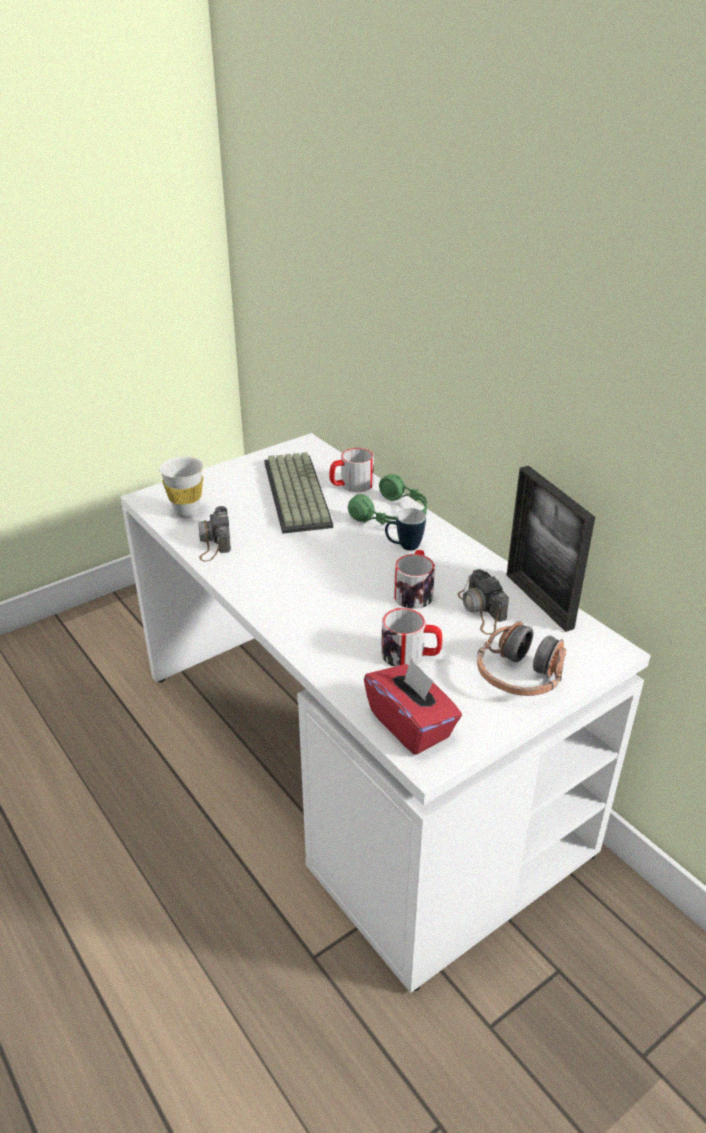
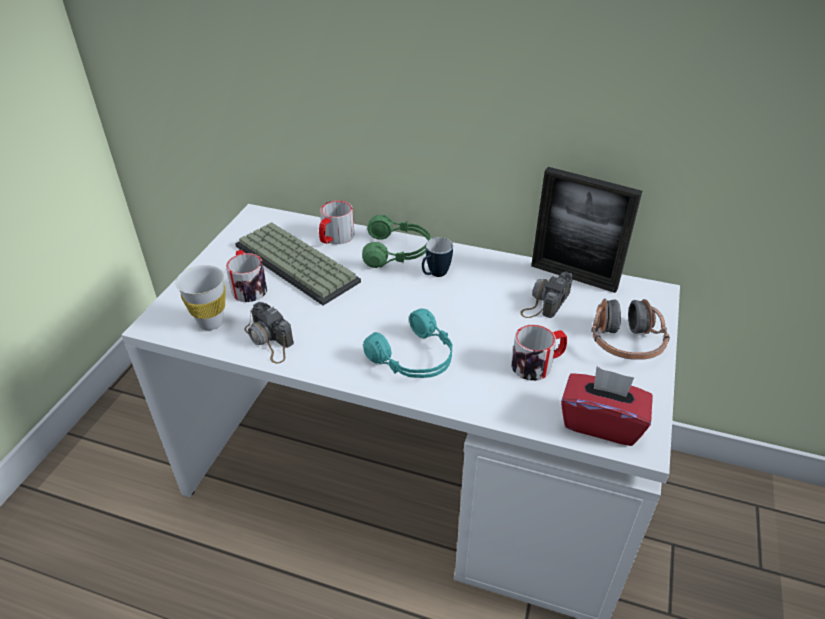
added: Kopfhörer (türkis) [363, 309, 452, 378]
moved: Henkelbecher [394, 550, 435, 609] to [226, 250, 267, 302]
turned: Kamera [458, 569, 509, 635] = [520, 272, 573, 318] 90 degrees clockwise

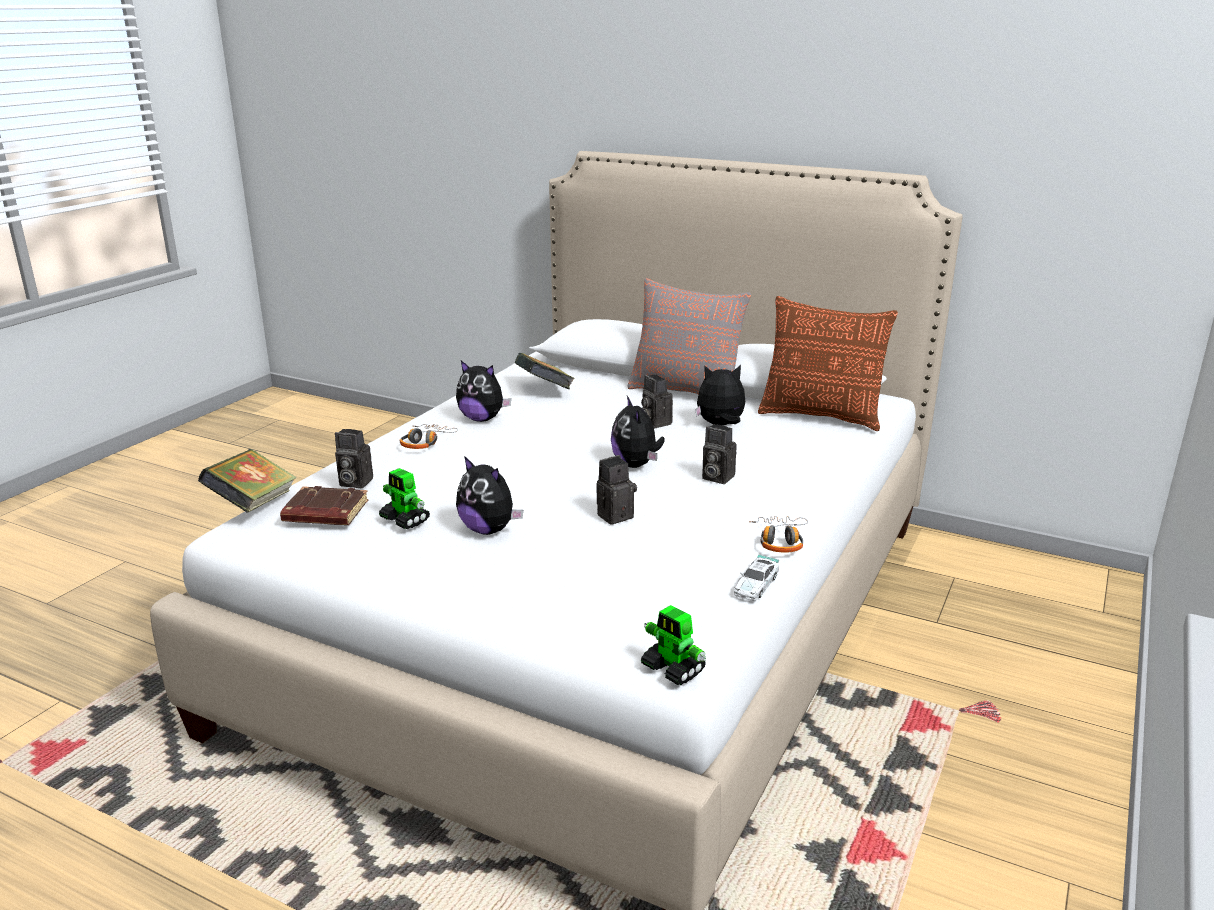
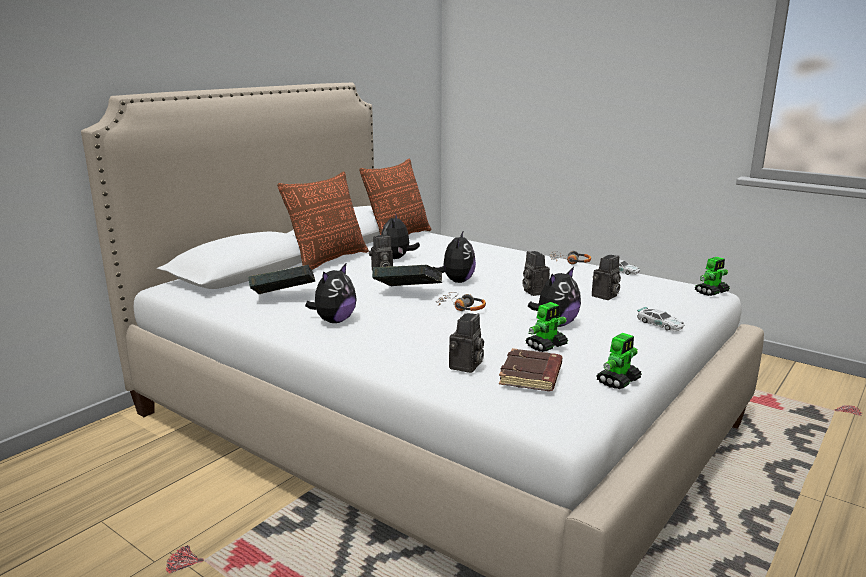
added: Spielzeugroboter [596, 333, 642, 389]; Spielzeugauto [637, 307, 685, 332]
moved: Buch [198, 449, 297, 513] to [372, 265, 442, 286]; Kopfhörer [400, 424, 458, 449] to [436, 292, 486, 311]; Kamera [702, 424, 737, 484] to [592, 255, 621, 300]
recoloured: Kissen (grau) [627, 278, 751, 395] to Kissen (braun) [277, 171, 369, 270]
turned: Plüschtier [611, 396, 665, 468] = [433, 230, 476, 283] 75 degrees counterclockwise

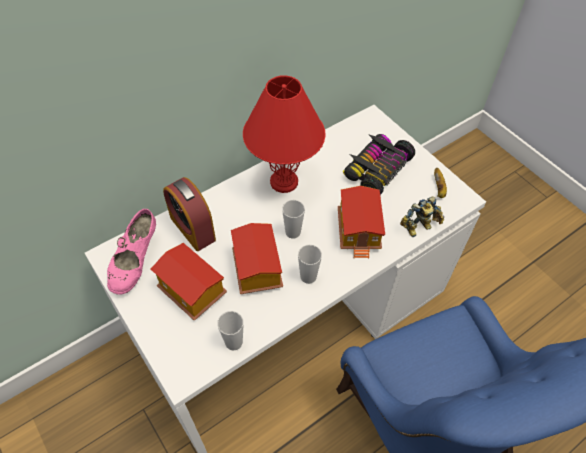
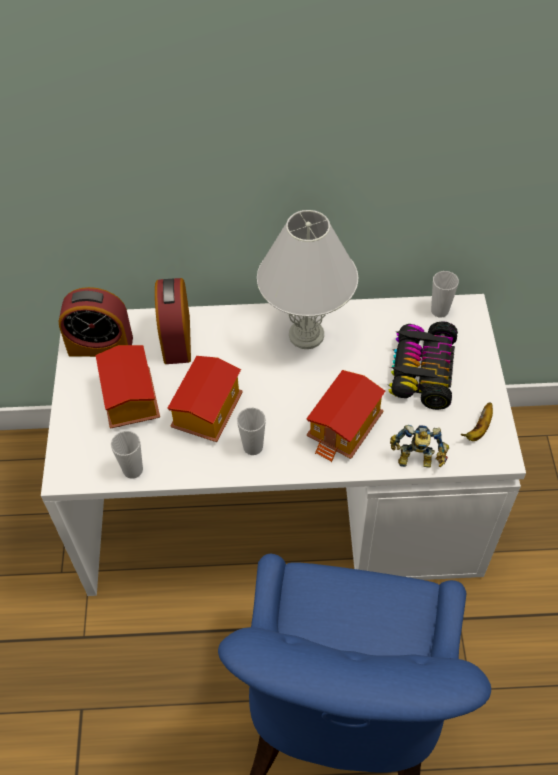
moved: Tasse [282, 200, 305, 239] to [431, 271, 459, 318]
replaced: Schuh (rosa) [107, 209, 156, 295] to Wecker [59, 287, 133, 357]
recoloured: Tischlampe (rot) [243, 75, 326, 193] to Tischlampe (weiß) [257, 210, 358, 349]
turned: Spielzeugauto [343, 134, 415, 195] = [389, 321, 458, 410] 60 degrees counterclockwise

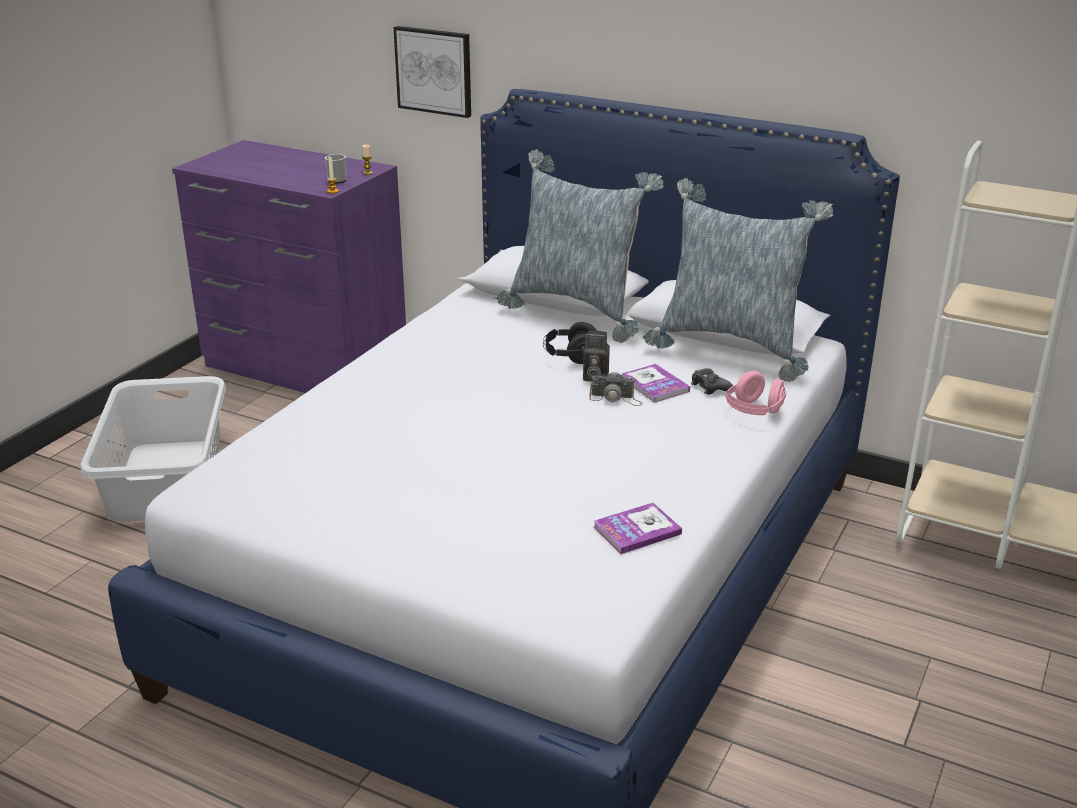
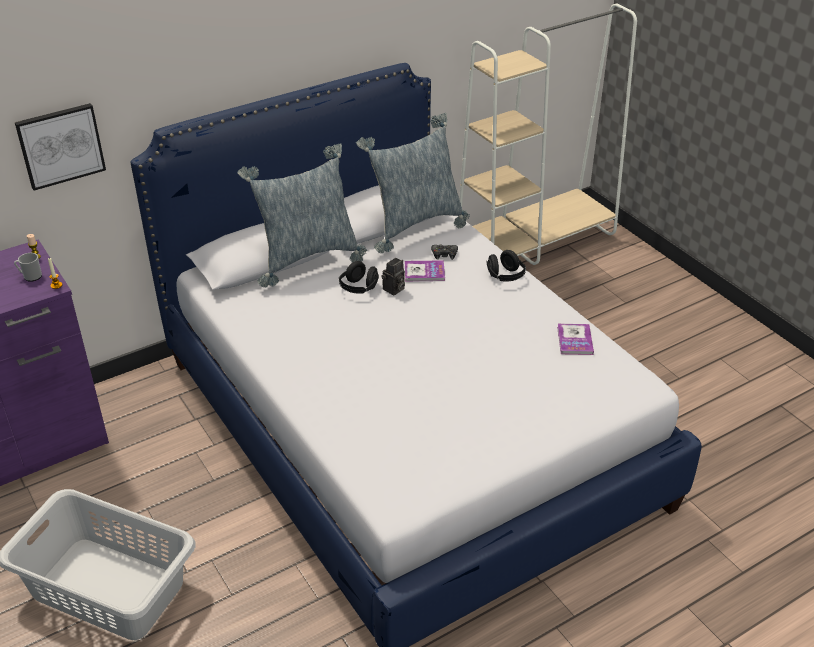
removed: Kamera [589, 371, 642, 406]; Kopfhörer (rosa) [726, 371, 786, 415]
added: Kopfhörer (schwarz) [486, 250, 526, 281]

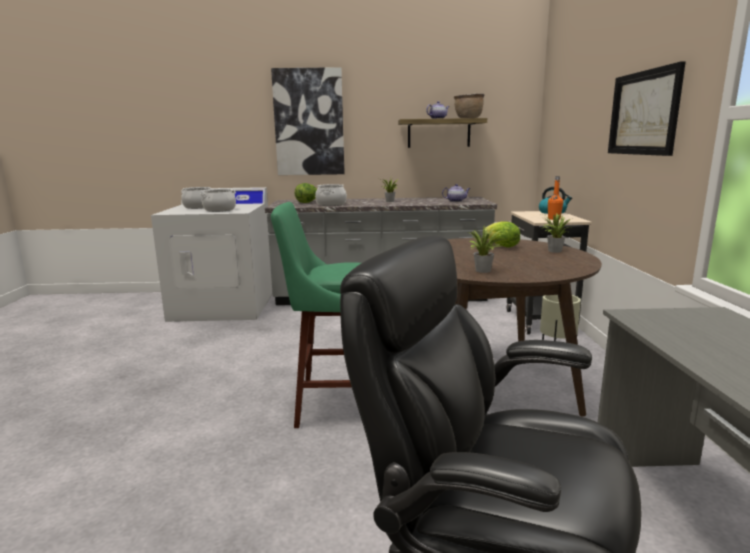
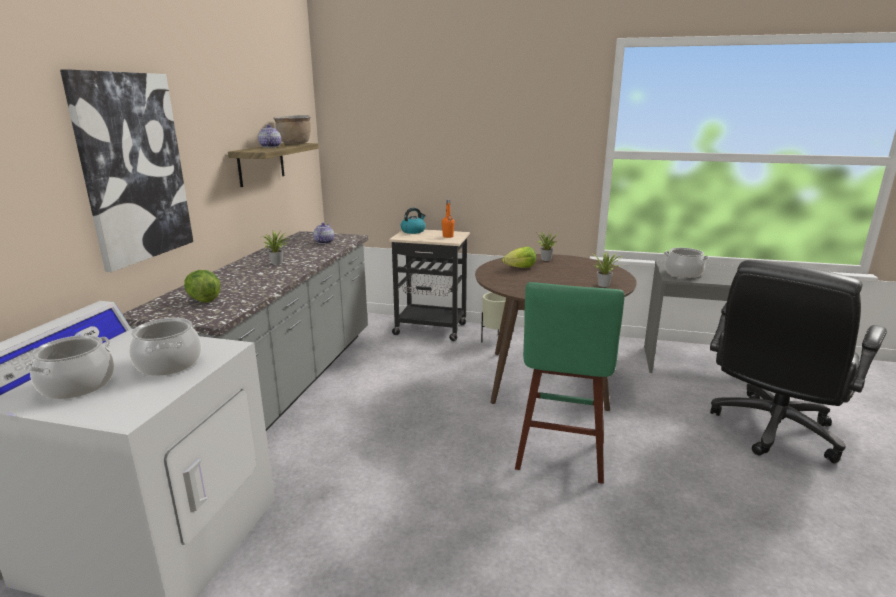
removed: Bild [608, 61, 686, 156]
moved: Kochtopf [315, 184, 347, 206] to [664, 248, 709, 278]

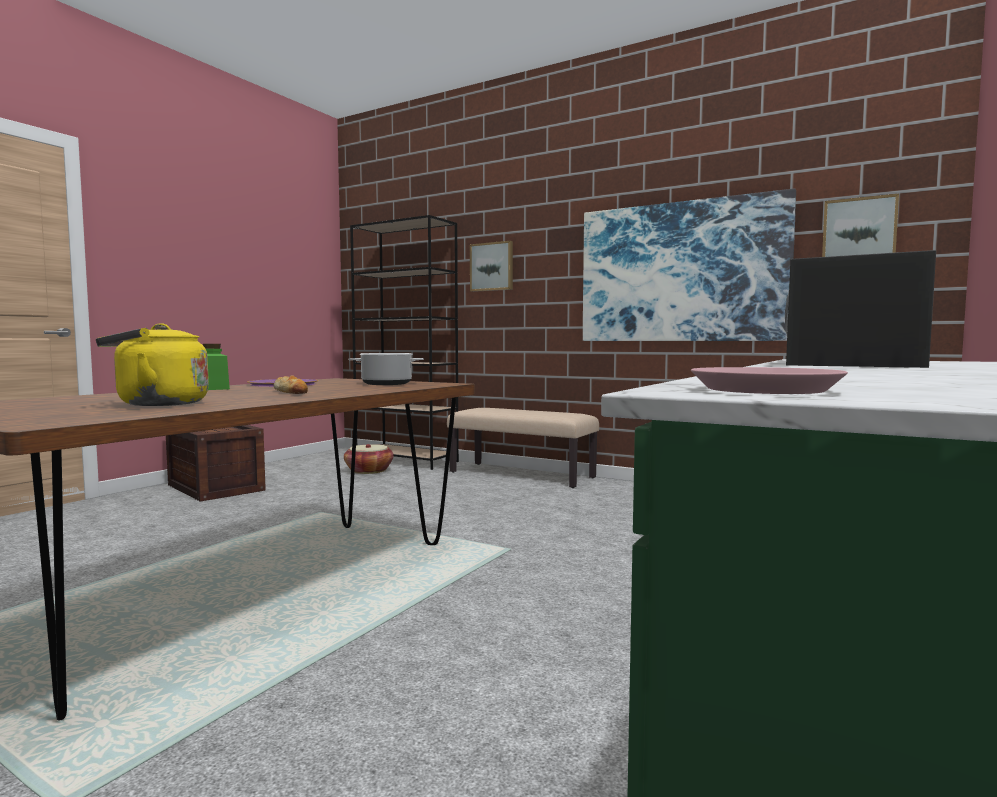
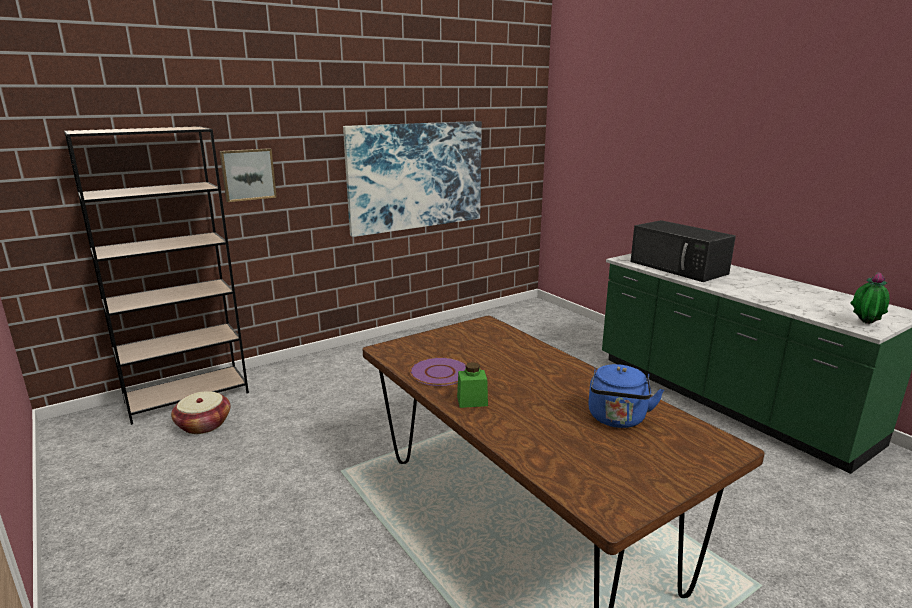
removed: Kiste [166, 425, 266, 502]; Brot [274, 375, 308, 394]; Kochtopf [349, 353, 424, 385]; Bank (beige) [447, 408, 599, 488]; Bild [822, 194, 899, 257]
replaced: Teller (rosa) [691, 367, 848, 394] to Topfpflanze [850, 272, 889, 324]
recoloured: Wasserkessel (gelb) [96, 323, 209, 406] to Wasserkessel (blau) [588, 364, 664, 428]

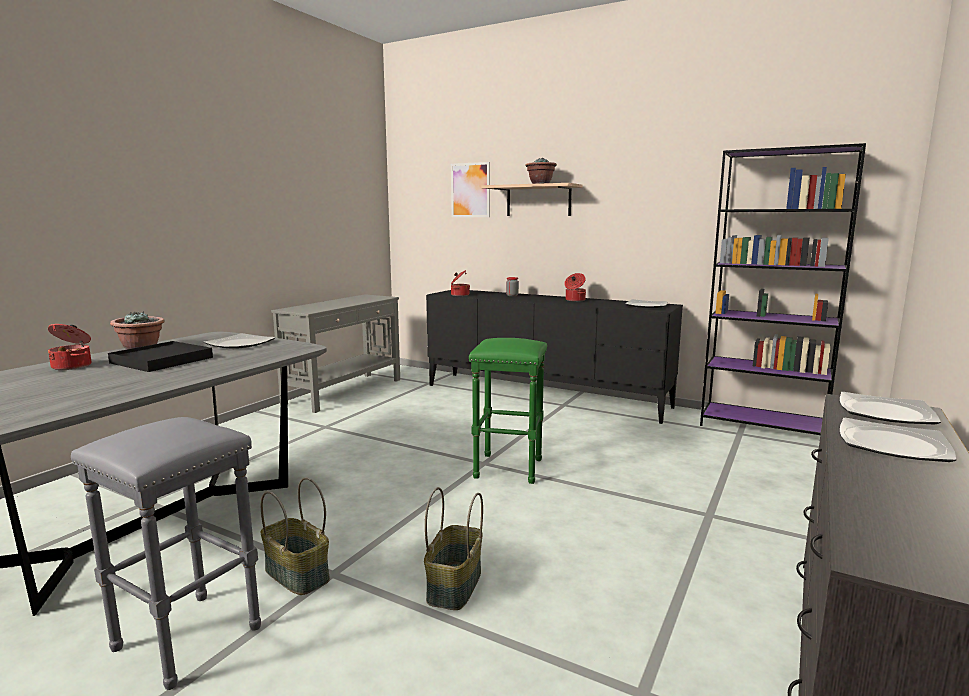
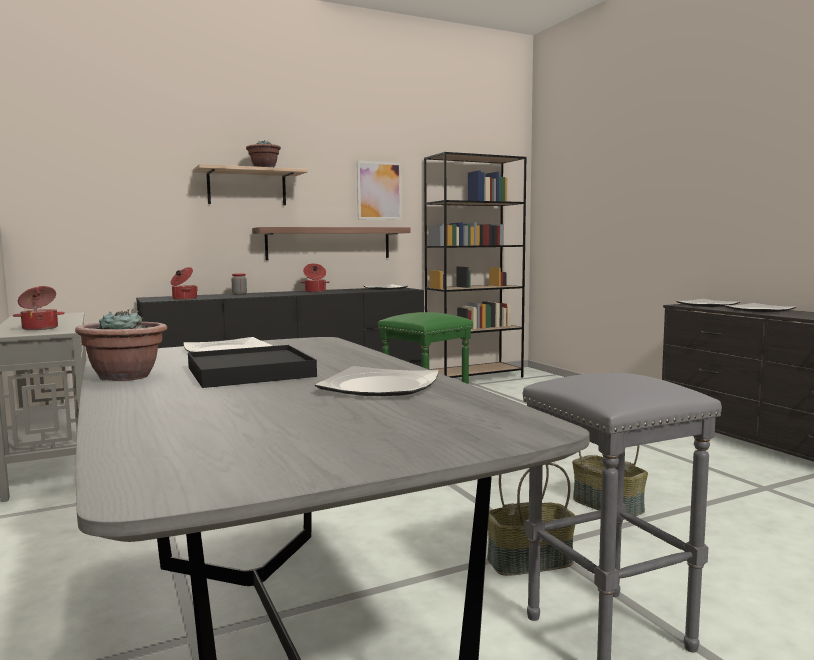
added: Wandregal [252, 227, 410, 260]; Teller [315, 366, 439, 396]
moved: Kochtopf [48, 324, 91, 370] to [13, 286, 65, 330]; Bild [451, 162, 490, 217] to [357, 161, 402, 220]
recoloured: Bücherregal (lila) [700, 143, 866, 435] to Bücherregal (beige) [424, 152, 526, 378]

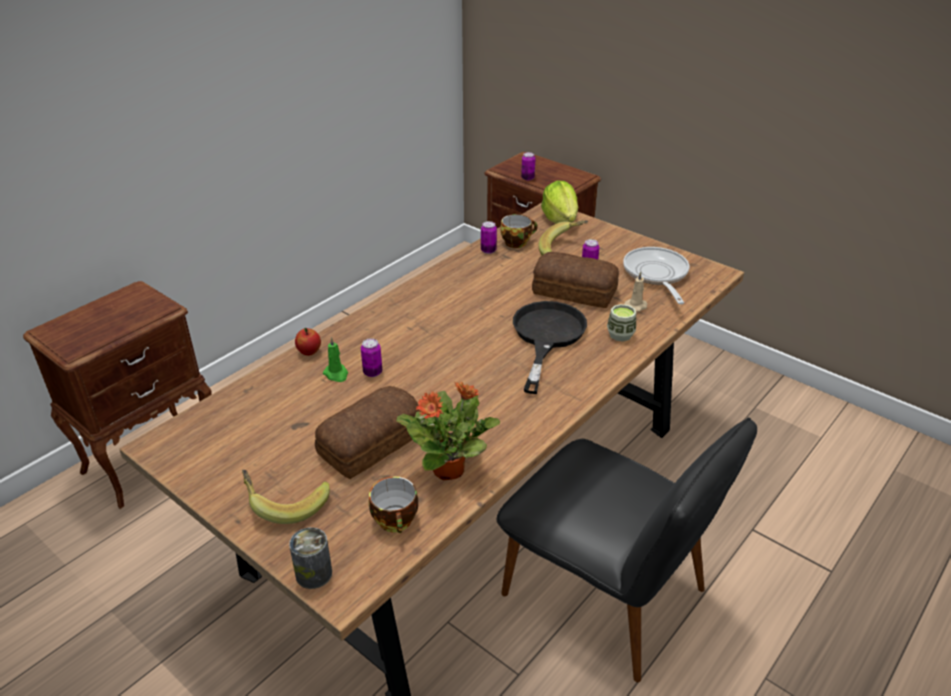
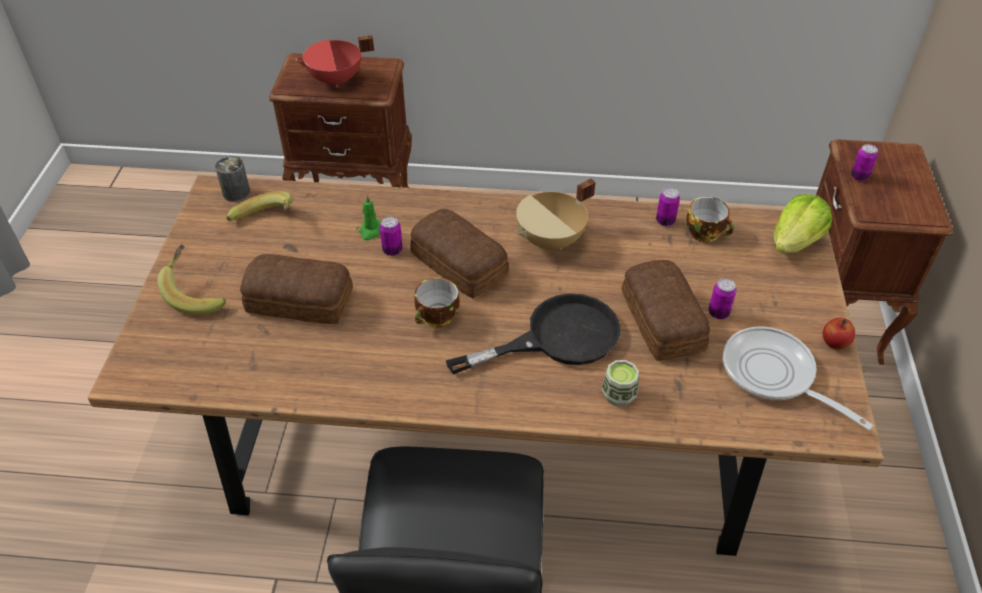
removed: Topfpflanze [396, 381, 500, 480]; Kerze (beige) [624, 272, 647, 312]
added: Kochtopf (rot) [295, 35, 374, 88]; Brot [410, 209, 509, 299]; Kochtopf (beige) [516, 179, 595, 250]
moved: Dose [289, 527, 332, 589] to [215, 156, 250, 202]; Apfel [295, 327, 321, 356] to [823, 318, 855, 349]; Tasse [369, 477, 418, 533] to [414, 277, 459, 328]; Banane [539, 220, 588, 255] to [226, 191, 293, 221]
turned: Pfanne [623, 247, 689, 304] = [723, 327, 873, 430] 90 degrees counterclockwise

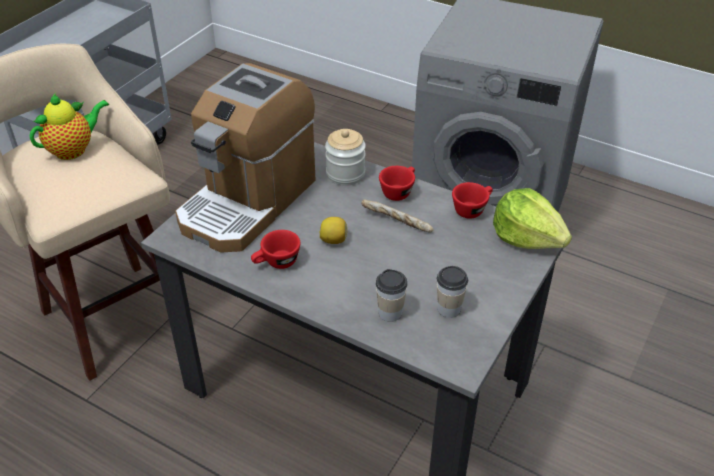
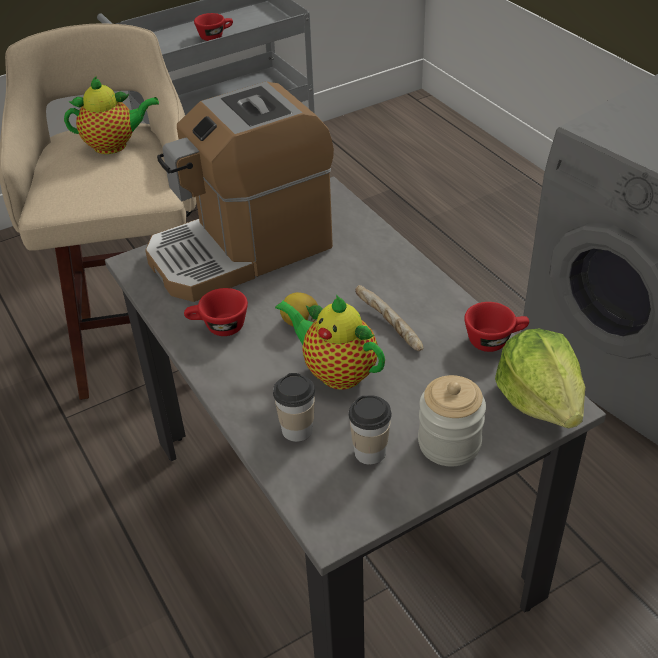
added: Teekanne [275, 294, 385, 390]
moved: Vorratsglas [325, 129, 366, 186] to [418, 375, 486, 466]; Tasse (rot) [379, 166, 415, 201] to [194, 13, 233, 41]

